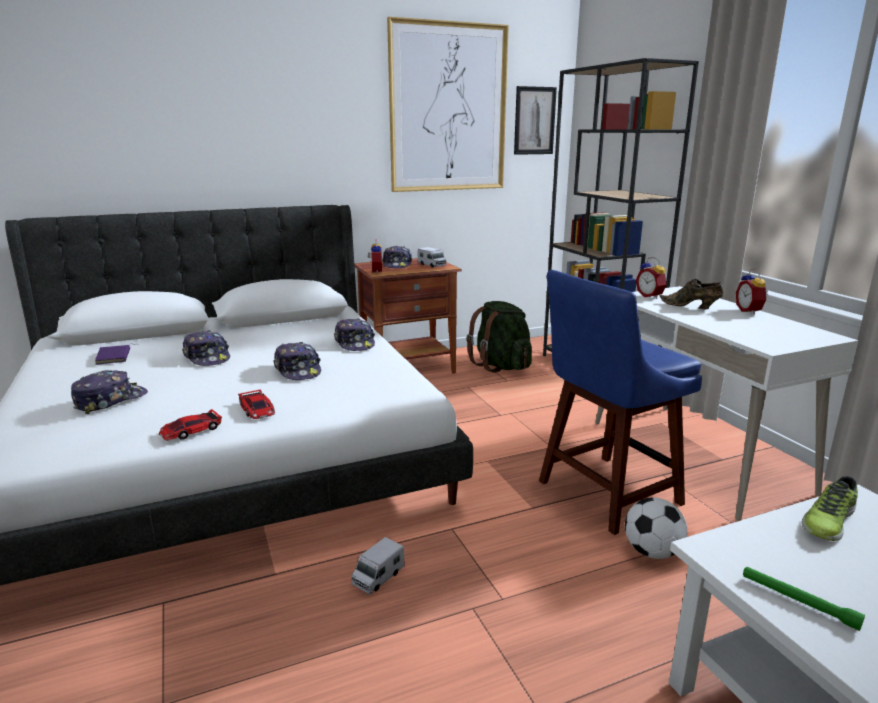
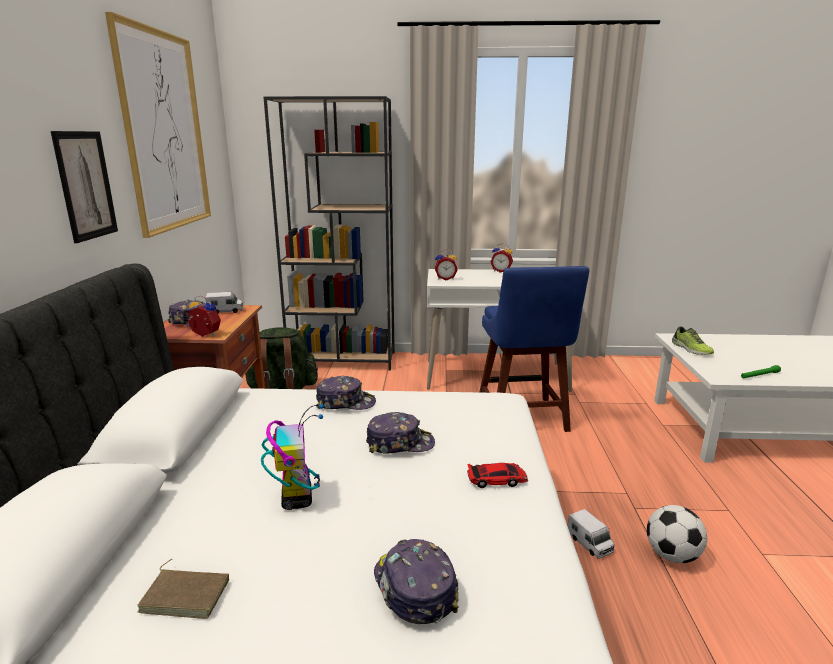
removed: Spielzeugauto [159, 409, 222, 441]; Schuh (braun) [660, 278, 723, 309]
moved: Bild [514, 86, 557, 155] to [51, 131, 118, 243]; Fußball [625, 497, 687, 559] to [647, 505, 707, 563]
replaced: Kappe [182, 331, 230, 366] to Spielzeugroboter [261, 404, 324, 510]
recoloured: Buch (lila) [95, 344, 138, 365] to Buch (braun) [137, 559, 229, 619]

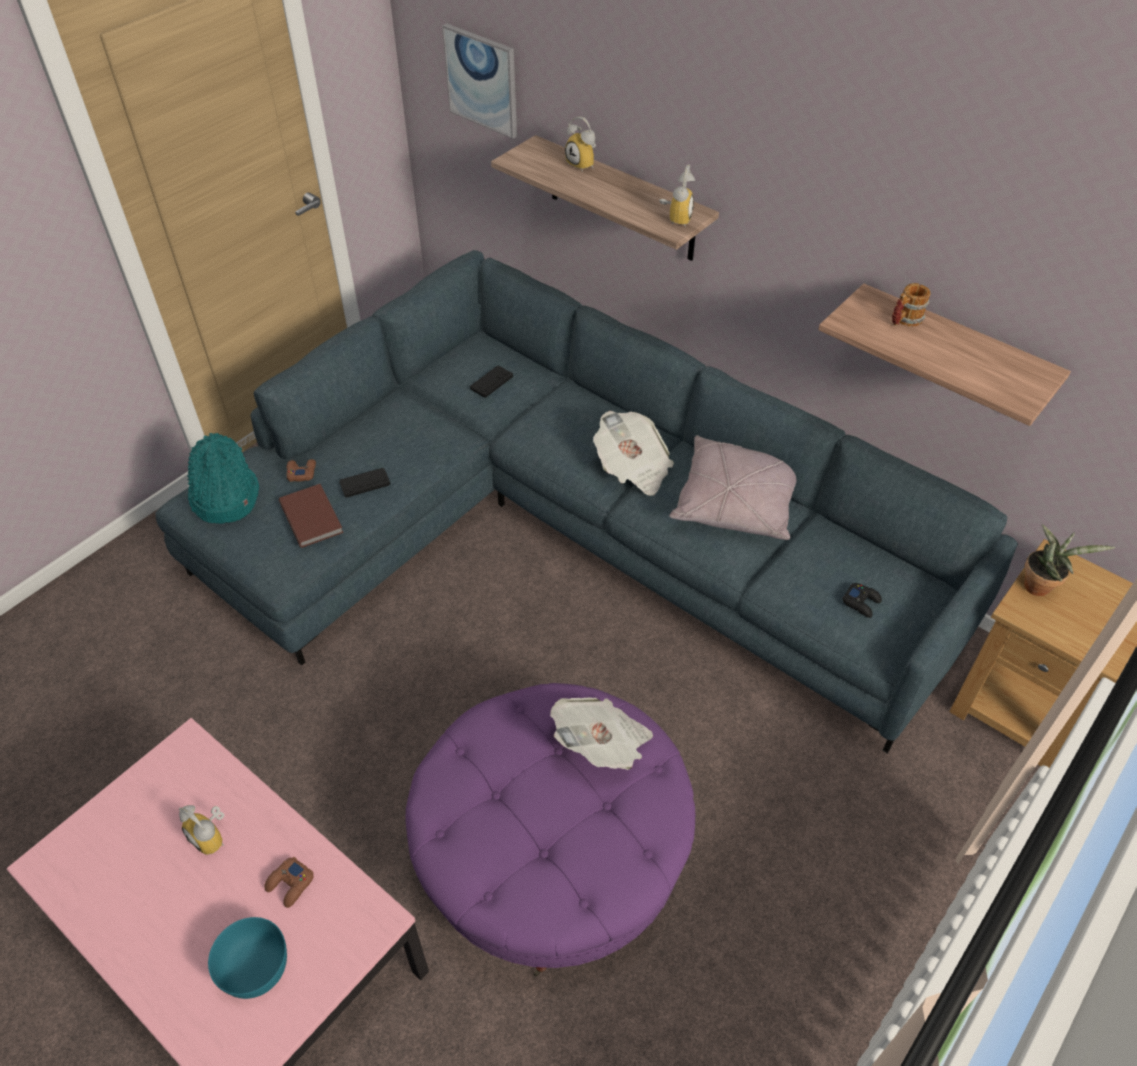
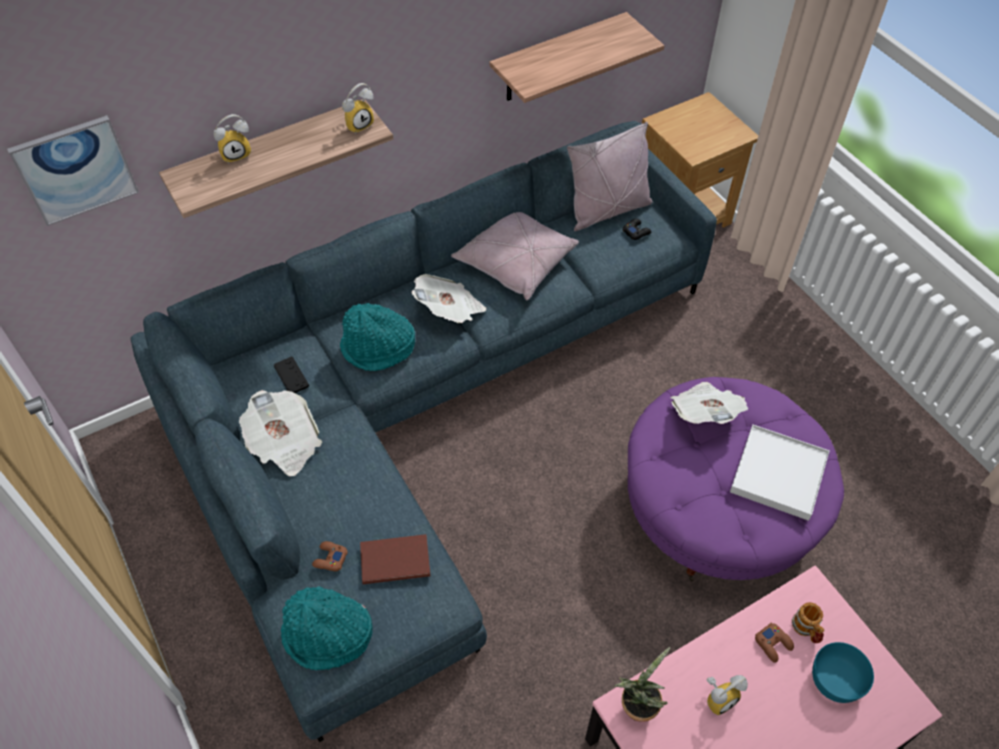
removed: Gamepad (schwarz) [339, 468, 390, 498]
added: Zeitung [239, 390, 322, 476]; Hut (türkis) [340, 303, 415, 371]; Kissen (lila) [567, 122, 653, 231]; Tablett (weiß) [730, 425, 829, 521]
moved: Henkelbecher [892, 283, 931, 327] to [792, 602, 825, 643]; Topfpflanze [1024, 524, 1115, 596] to [614, 647, 670, 722]
turned: Wecker [659, 164, 695, 226] = [342, 83, 374, 134] 105 degrees clockwise

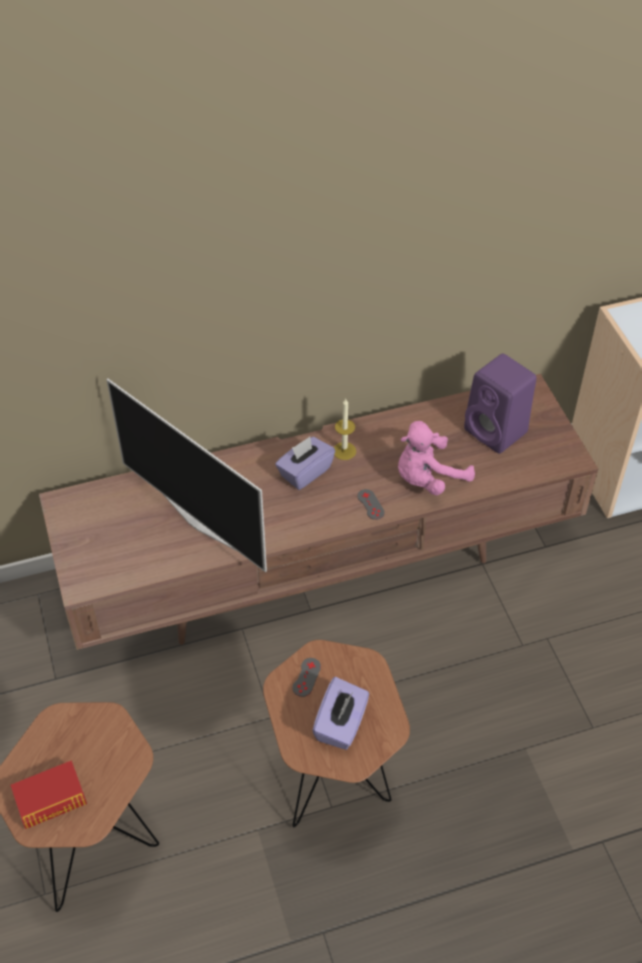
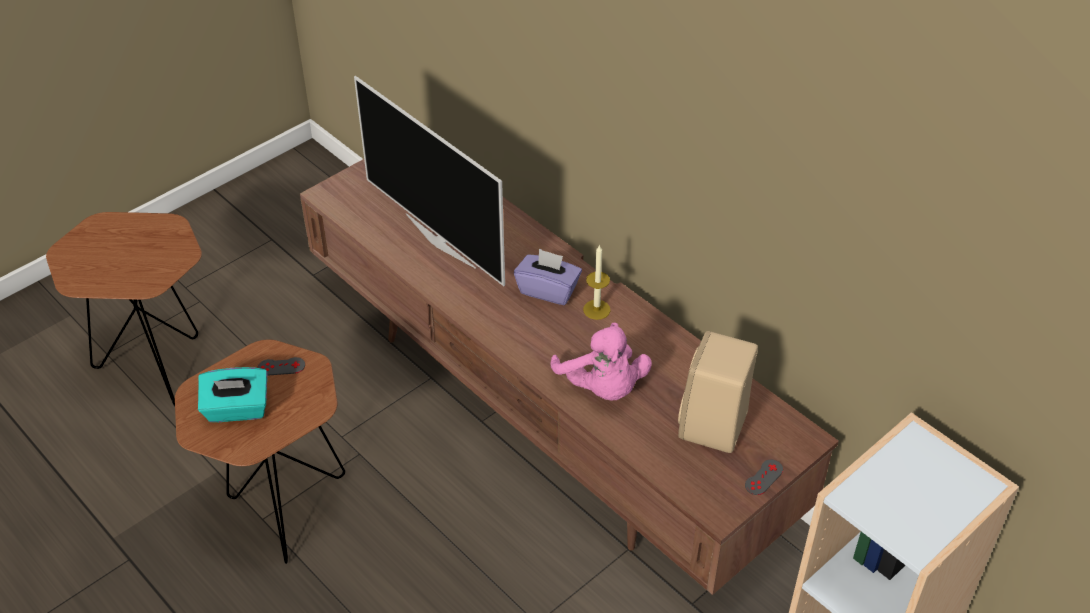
removed: Buch [11, 760, 87, 829]
moved: Gamepad (grau) [358, 489, 385, 520] to [745, 460, 783, 495]
recoloured: Taschentuchbox (lila) [312, 677, 369, 750] to Taschentuchbox (türkis) [198, 367, 267, 422]; Lautsprecher (lila) [464, 353, 537, 454] to Lautsprecher (beige) [678, 331, 758, 453]
turned: Fernseher [106, 379, 267, 572] = [354, 76, 505, 286] 60 degrees counterclockwise; Plüschtier (rosa) [398, 421, 475, 495] = [550, 322, 652, 400] 150 degrees counterclockwise

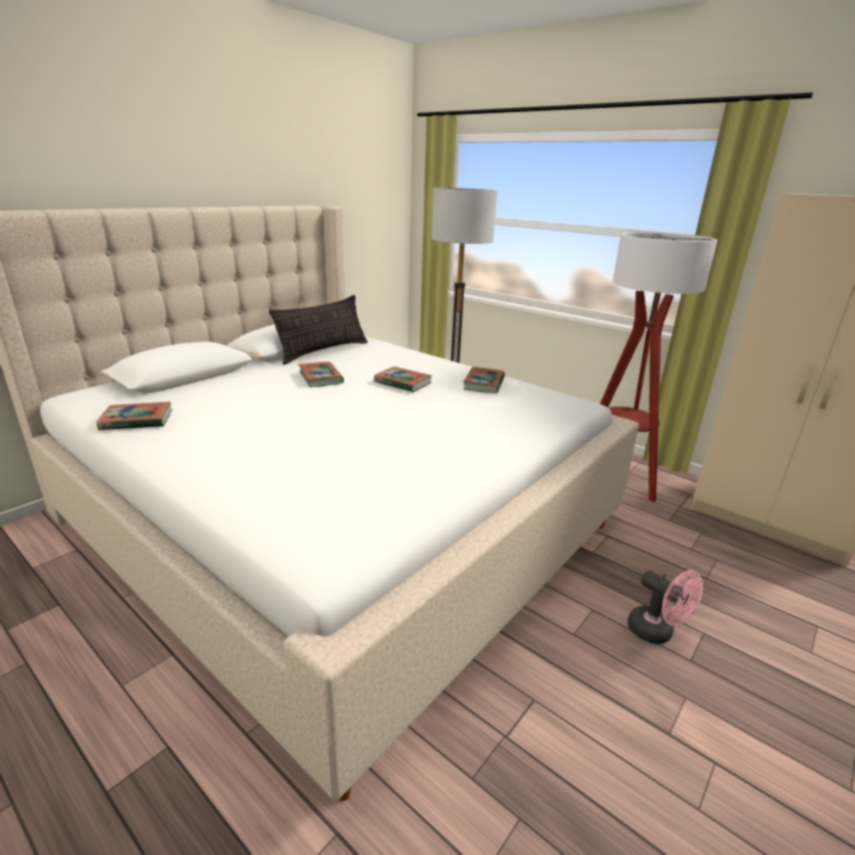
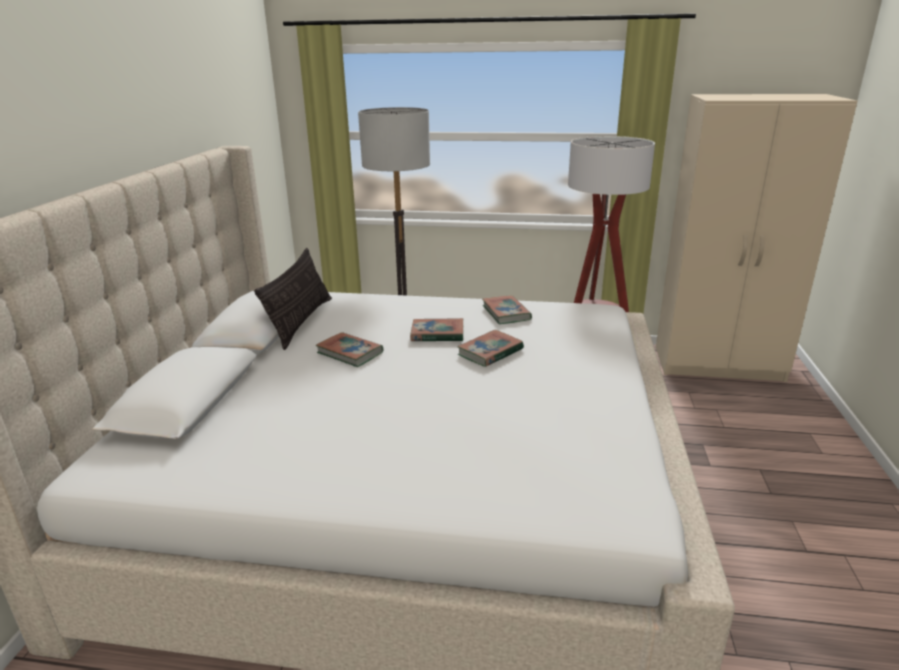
removed: Ventilator (rosa) [627, 570, 703, 644]
moved: Buch [97, 402, 172, 430] to [457, 330, 524, 367]

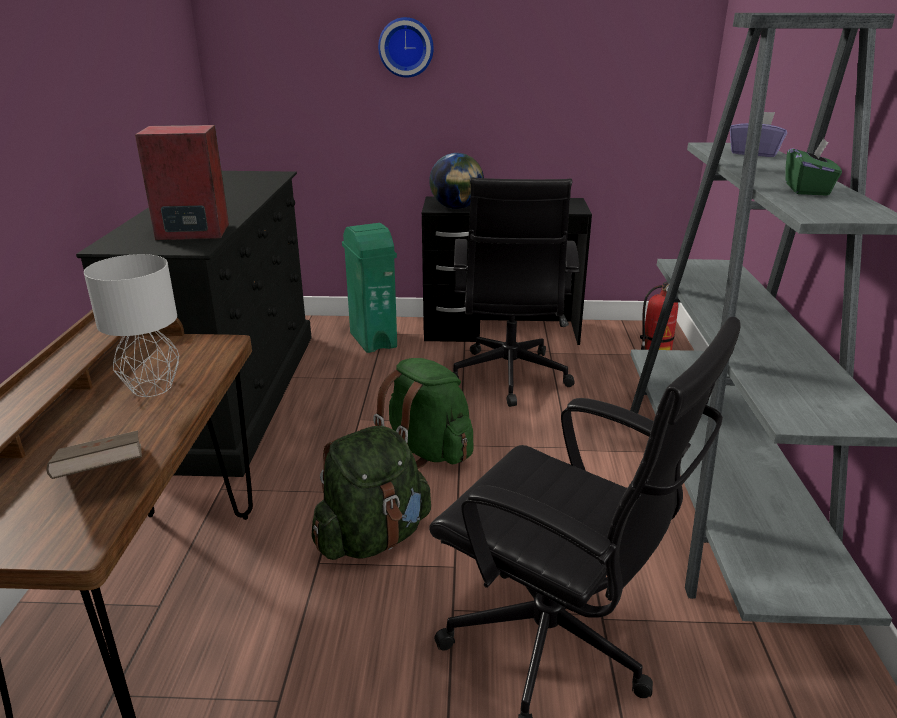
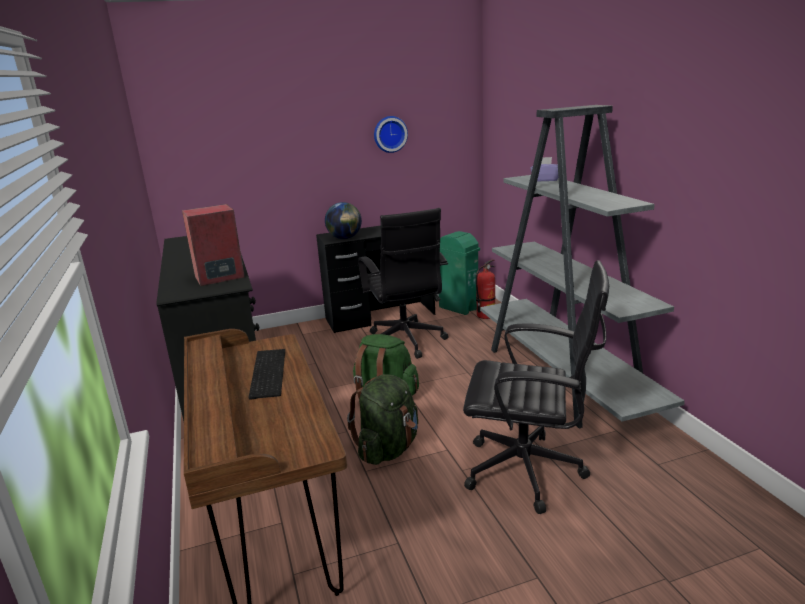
removed: Buch (braun) [46, 431, 142, 479]; Taschentuchbox (grün) [786, 138, 842, 196]
moved: Mülleimer (grün) [342, 223, 397, 353] to [439, 231, 480, 315]; Wanduhr [378, 17, 434, 78] to [374, 116, 408, 153]
replaced: Tischlampe (grau) [84, 254, 179, 397] to Tastatur [249, 349, 285, 400]

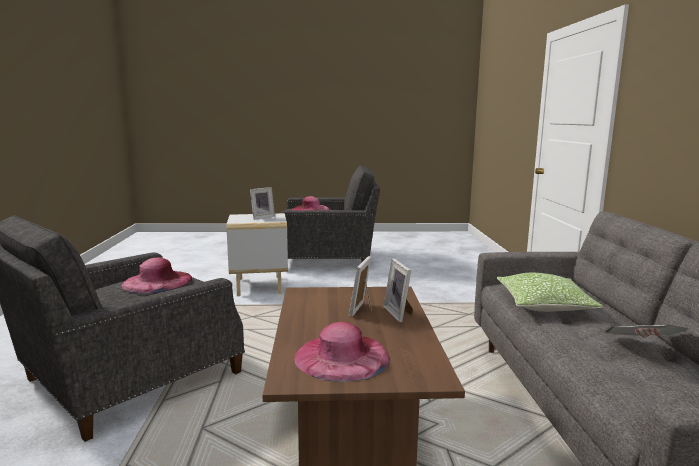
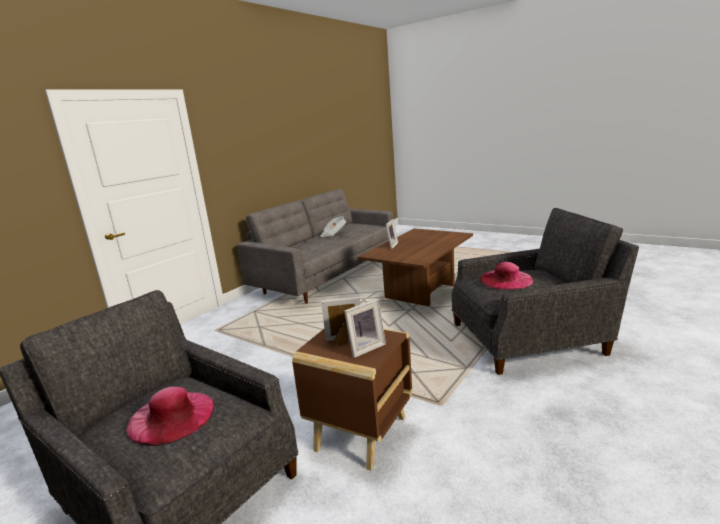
removed: Hut (rosa) [294, 322, 390, 382]; Kissen [497, 273, 604, 312]
moved: Bilderrahmen [349, 256, 372, 318] to [344, 299, 386, 358]
recoloured: Beistelltisch (weiß) [227, 213, 288, 296] to Beistelltisch (braun) [292, 329, 412, 471]

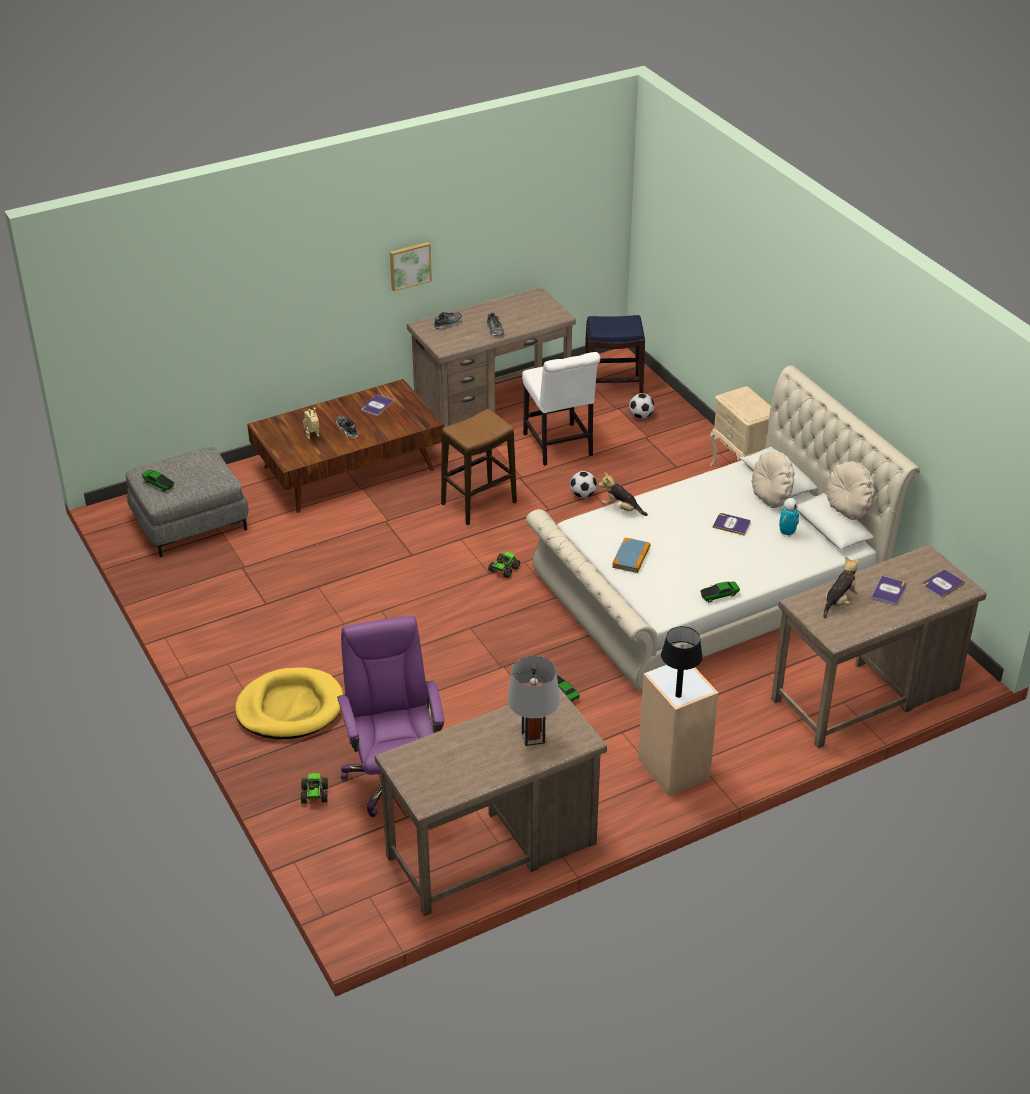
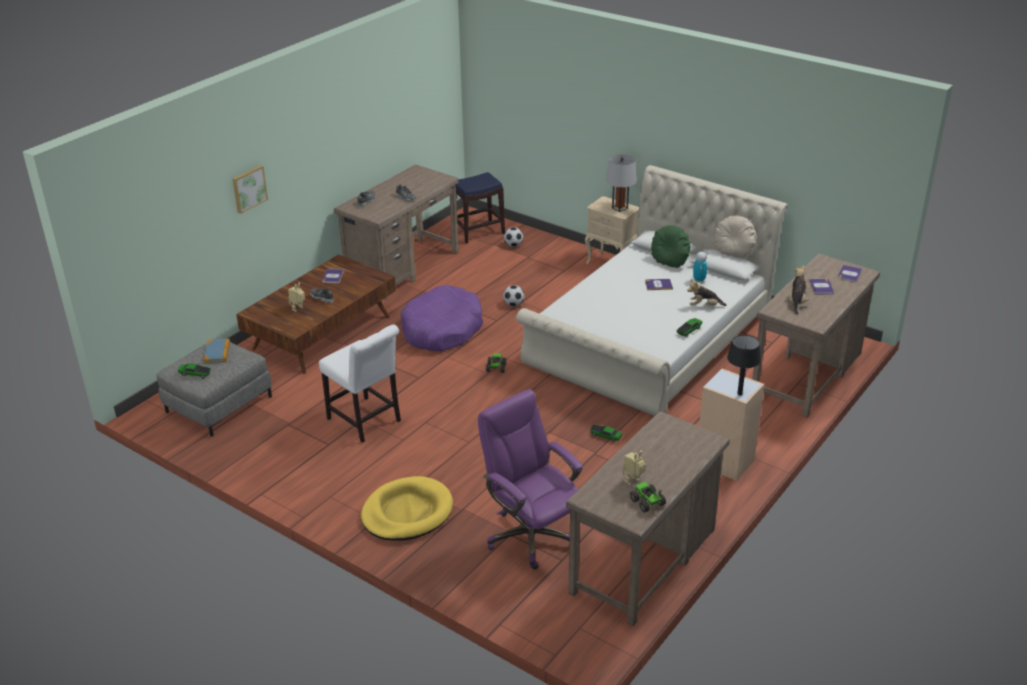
added: Spielzeugroboter [622, 450, 646, 486]
moved: Spielzeuglaster [301, 773, 328, 804] to [630, 482, 666, 513]; Bild [390, 242, 432, 291] to [232, 165, 268, 214]; Tischlampe (grau) [507, 656, 560, 746] to [606, 154, 637, 212]; Stuhl (weiß) [522, 352, 600, 466] to [319, 324, 401, 443]; Plüschtier [598, 472, 648, 516] to [687, 280, 727, 306]; Buch [612, 538, 650, 573] to [203, 339, 230, 364]
replaced: Hocker [441, 409, 517, 525] to Hundebett (lila) [400, 285, 483, 351]
recoloured: Kissen (beige) [751, 451, 795, 508] to Kissen (grün) [651, 225, 690, 268]

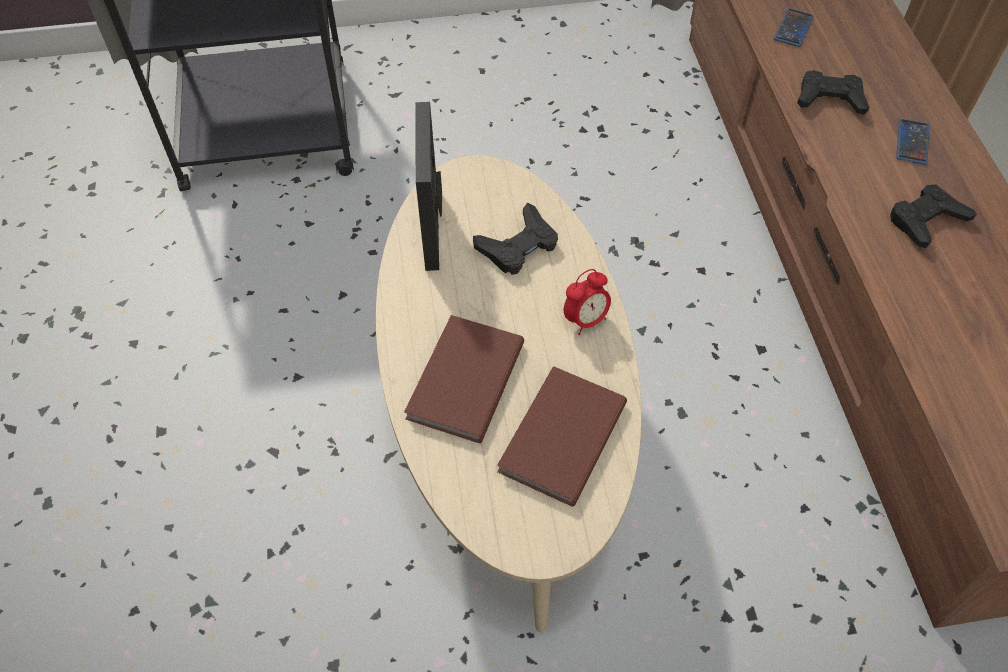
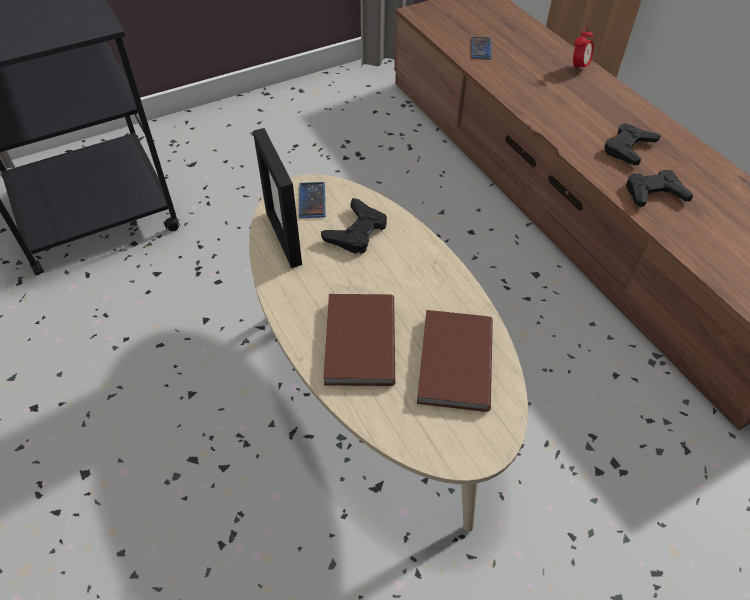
moved: Wecker [564, 269, 611, 335] to [573, 27, 594, 73]; Gamepad (schwarz) [797, 70, 869, 115] to [626, 170, 693, 207]; Handy [896, 118, 929, 165] to [299, 182, 326, 218]

